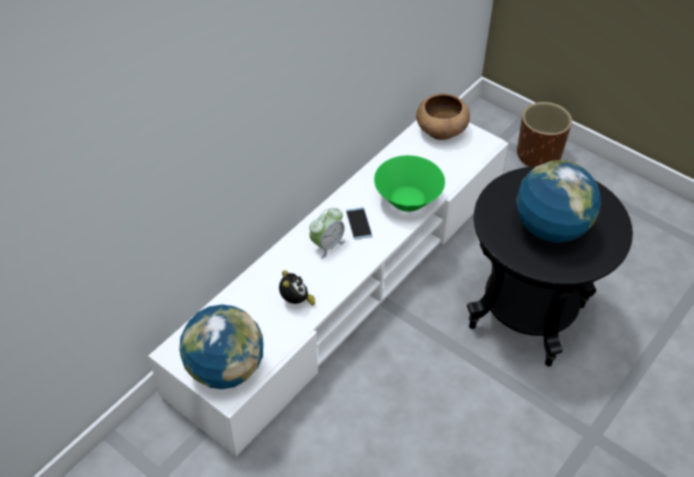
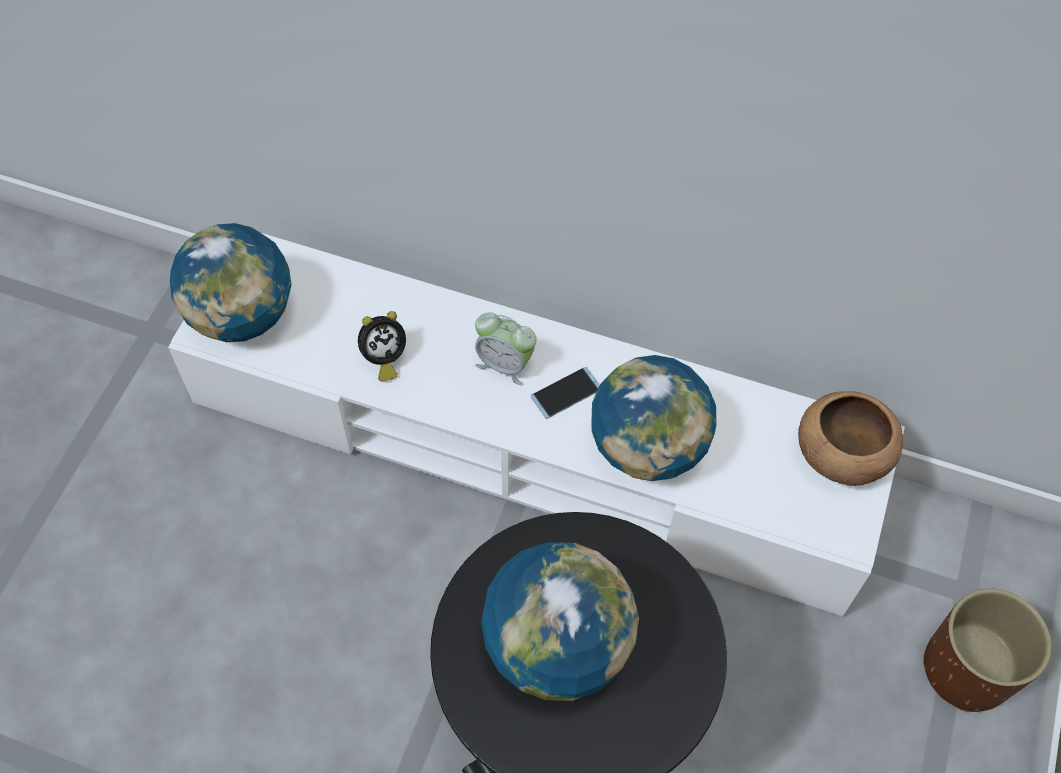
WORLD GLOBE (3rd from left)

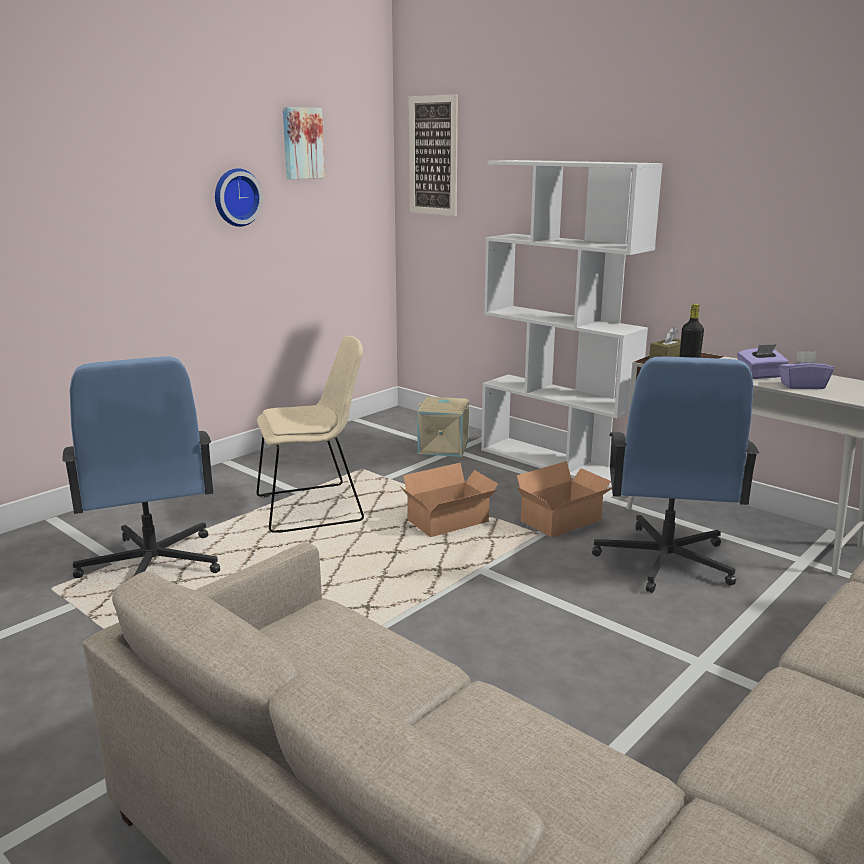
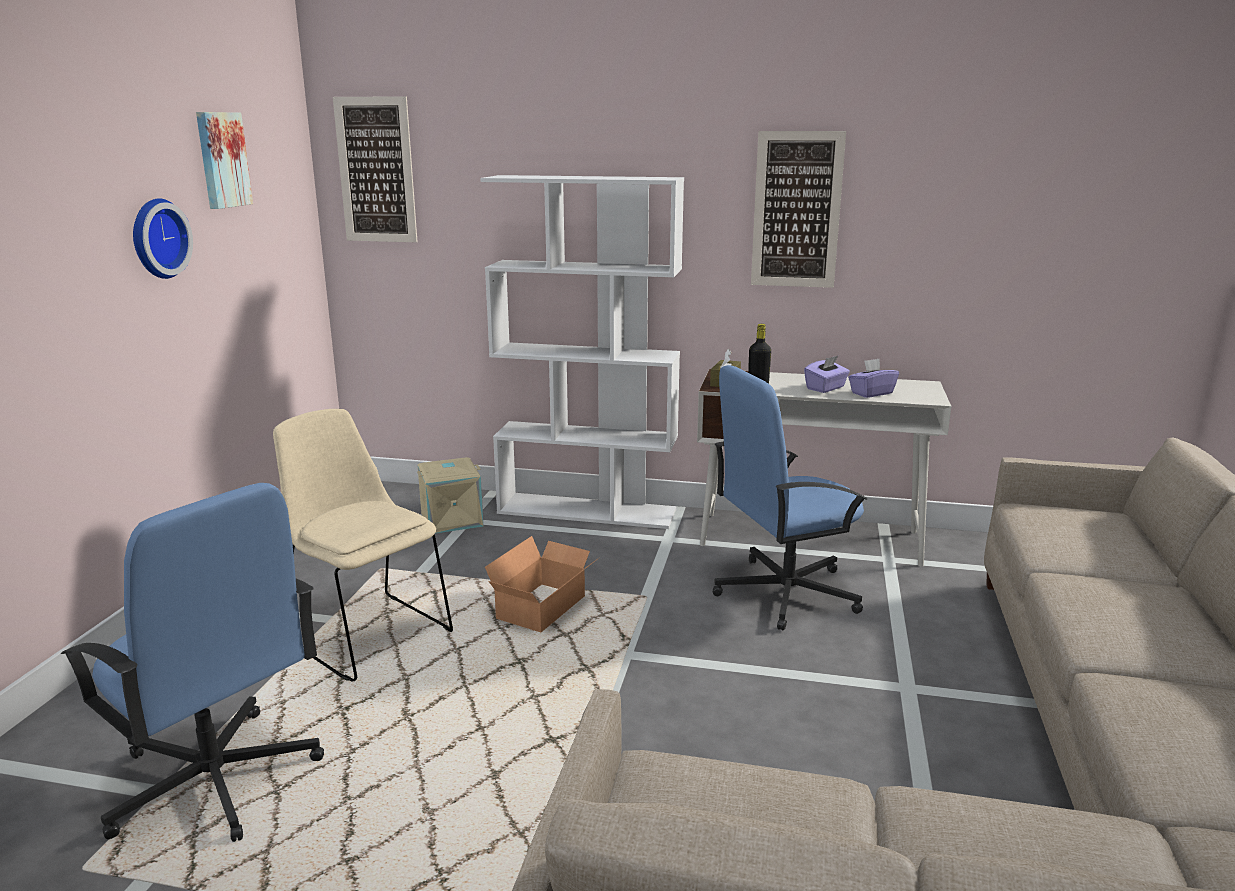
CARDBOARD BOX (2nd from left in the first image)
WALL PICTURE (3rd from left)
BEIGE-COLOURED UPRIGHT CHAIR
BLUE-COLOURED OFFICE CHAIR (2nd from left)

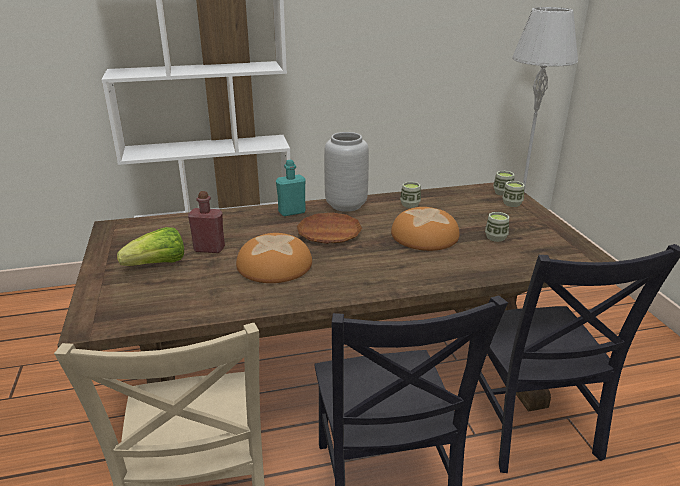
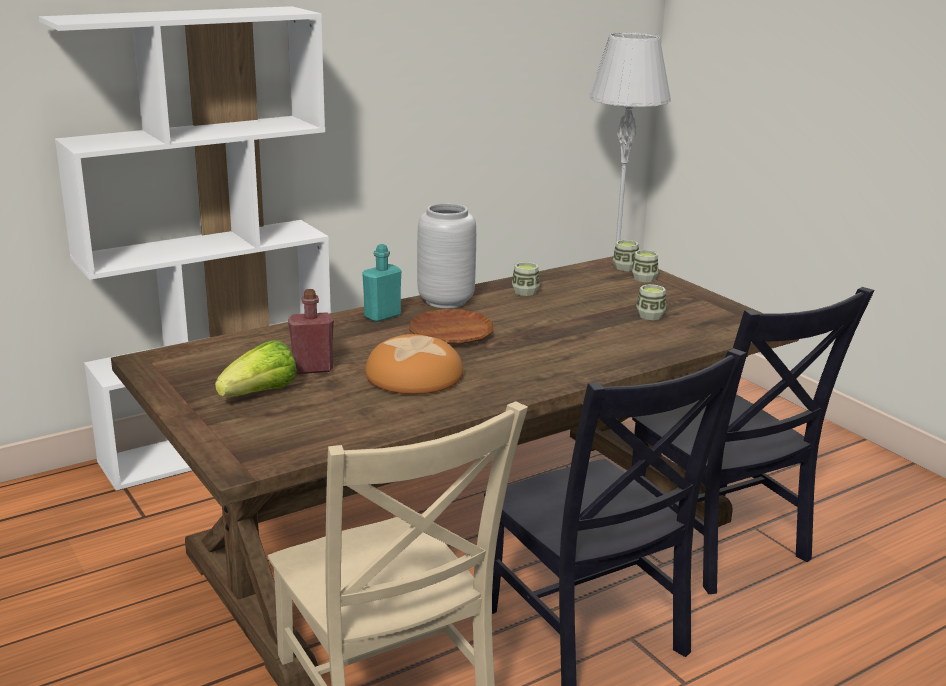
BREAD (2nd from left in the first image)

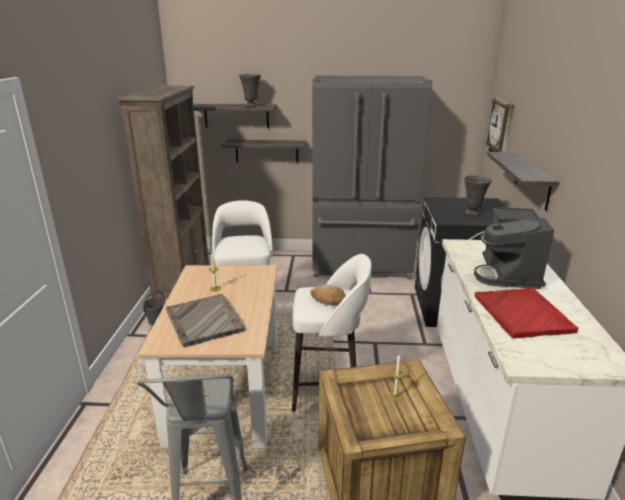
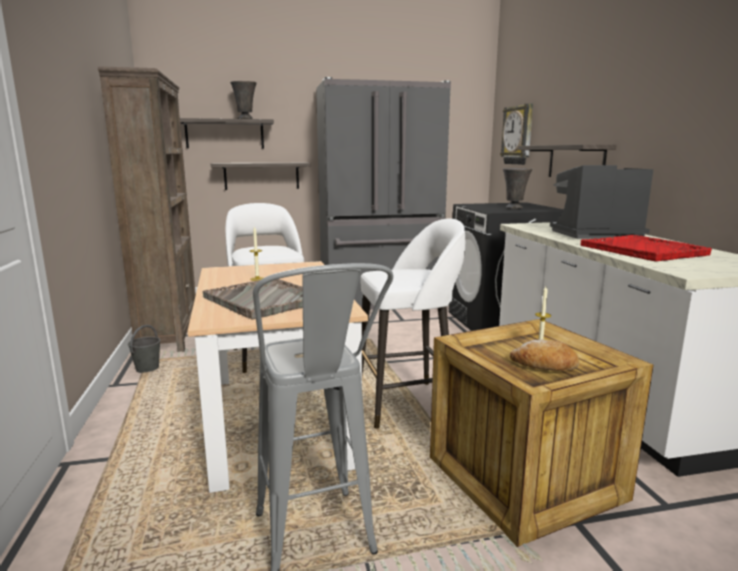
BREAD
COFFEE BREWER

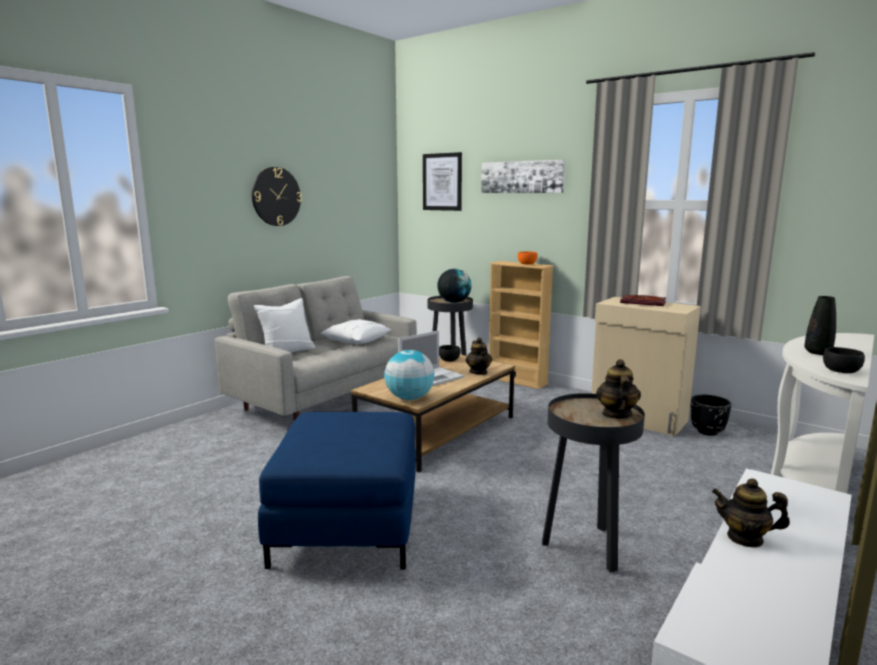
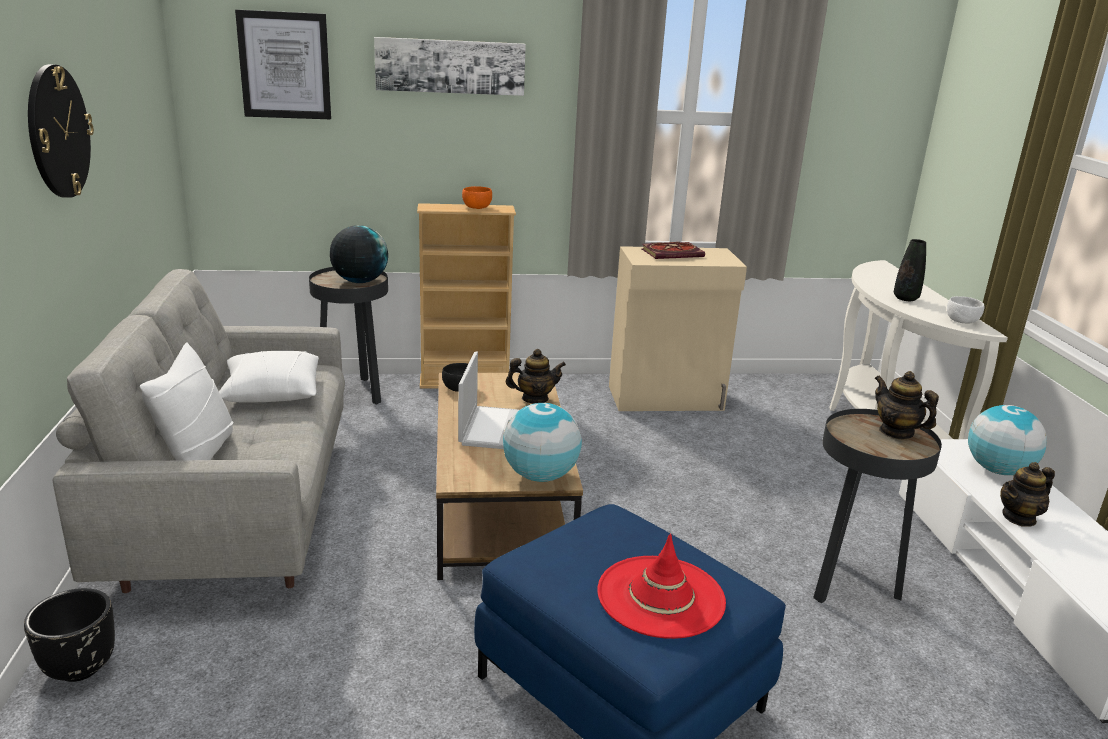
RED CLOTHING HAT
WORLD GLOBE (3rd from left)
BLACK-COLOURED PLANTER
WHITISH SERVING BOWL
TEAPOT (1st from left)

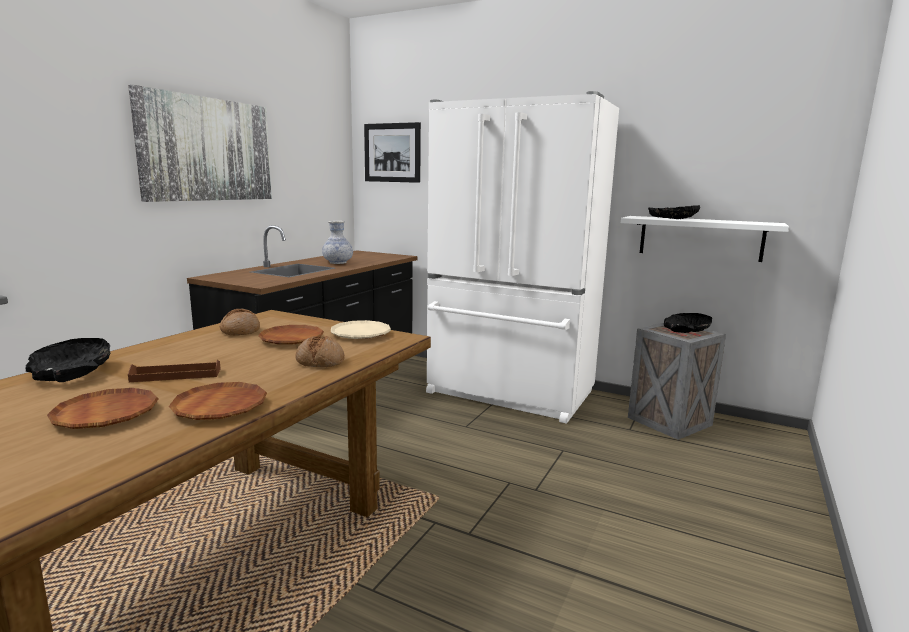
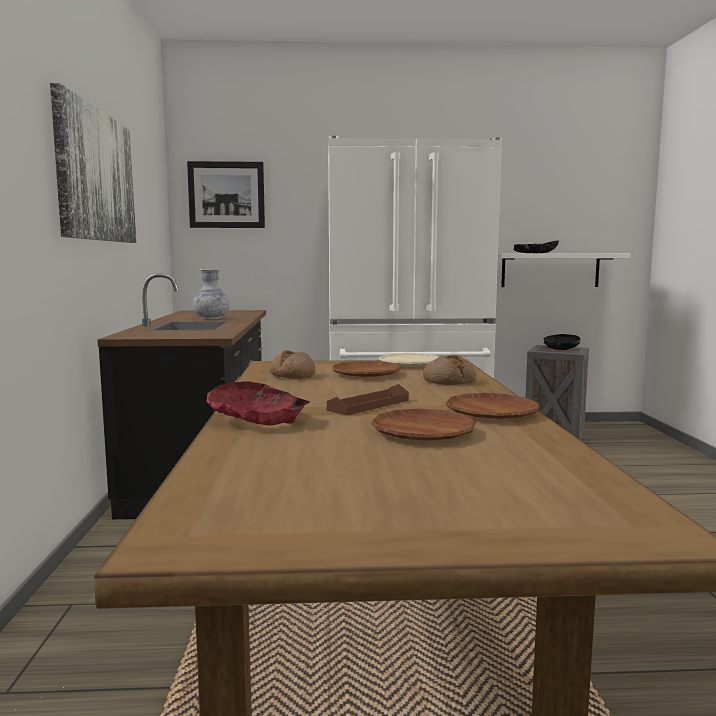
RED SERVING BOWL

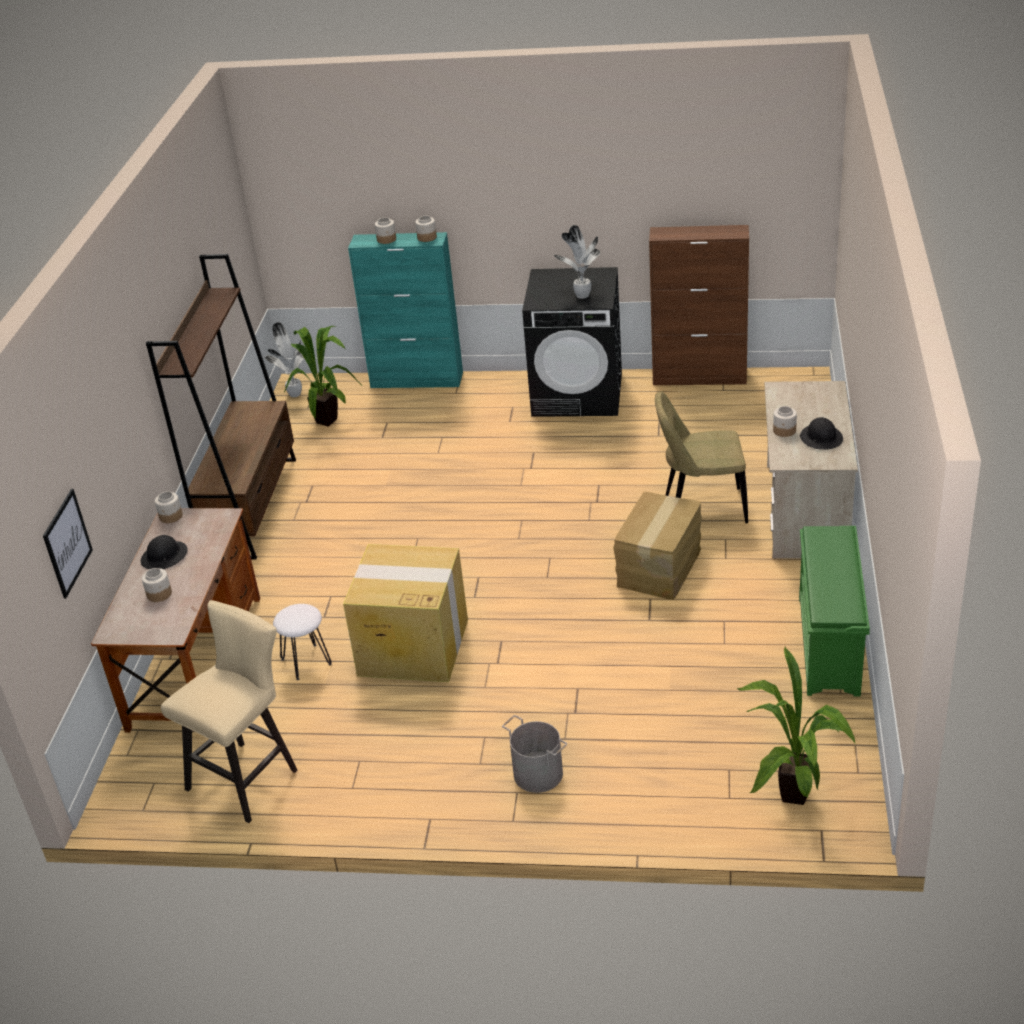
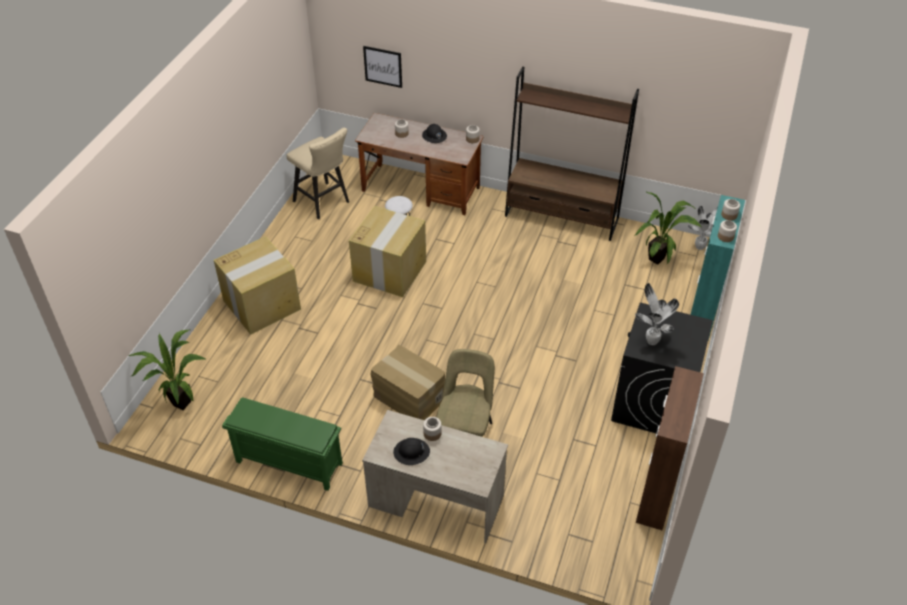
CARDBOARD BOX (1st from left)

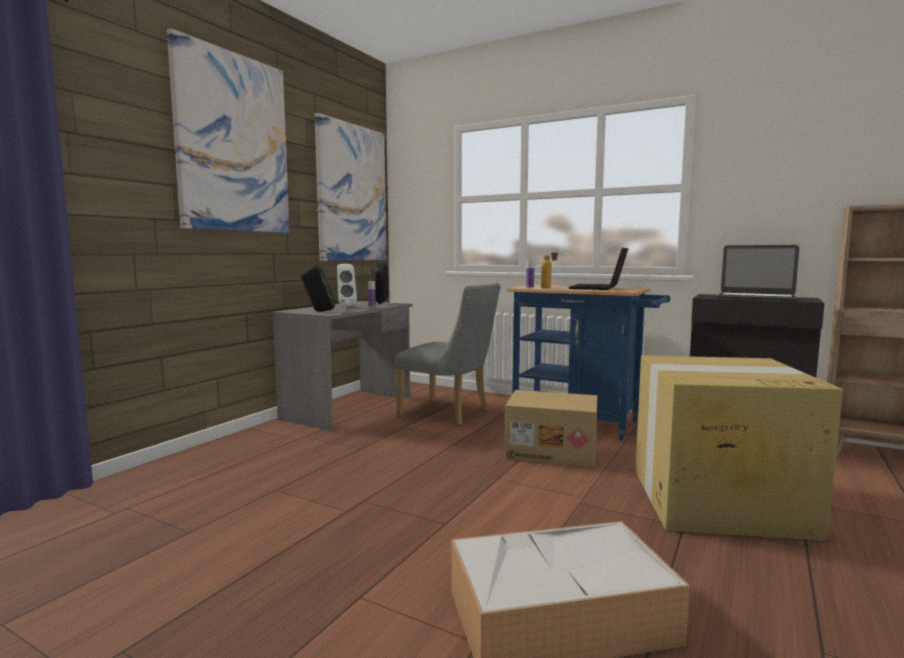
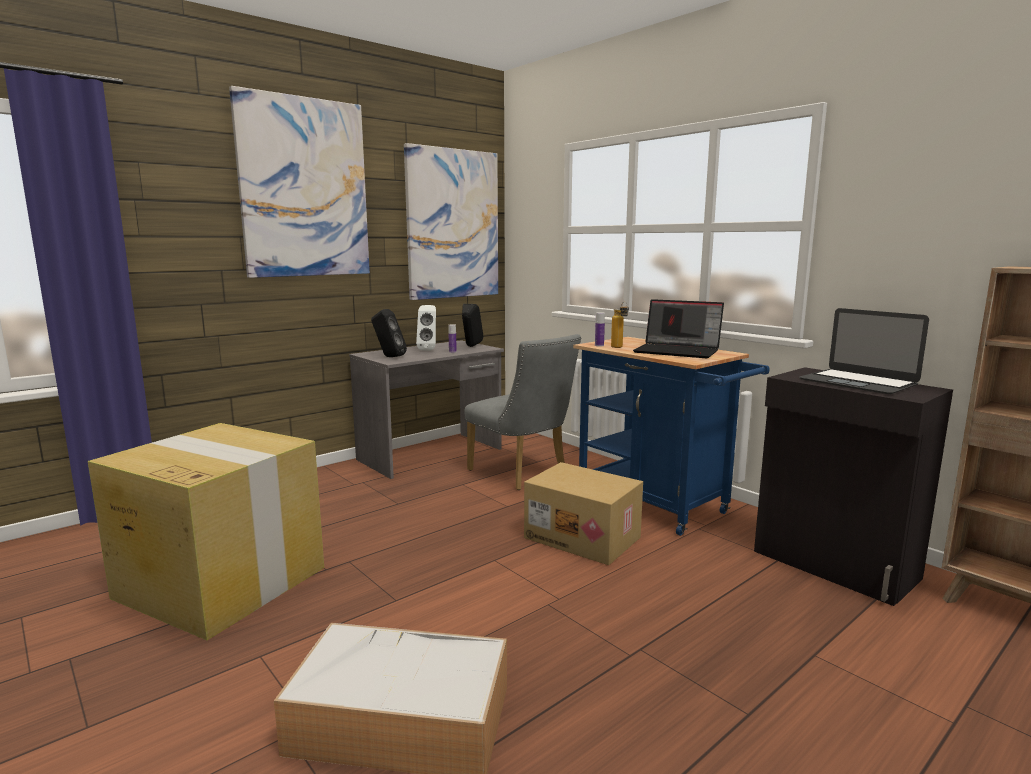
CARDBOARD BOX (1st from left)
NOTEBOOK COMPUTER (1st from left)

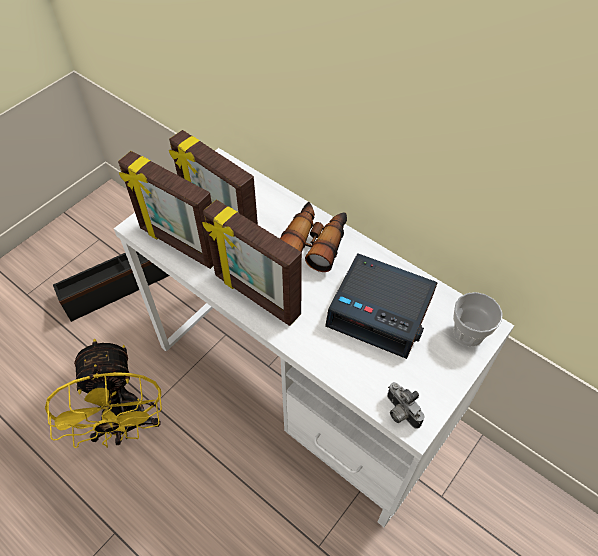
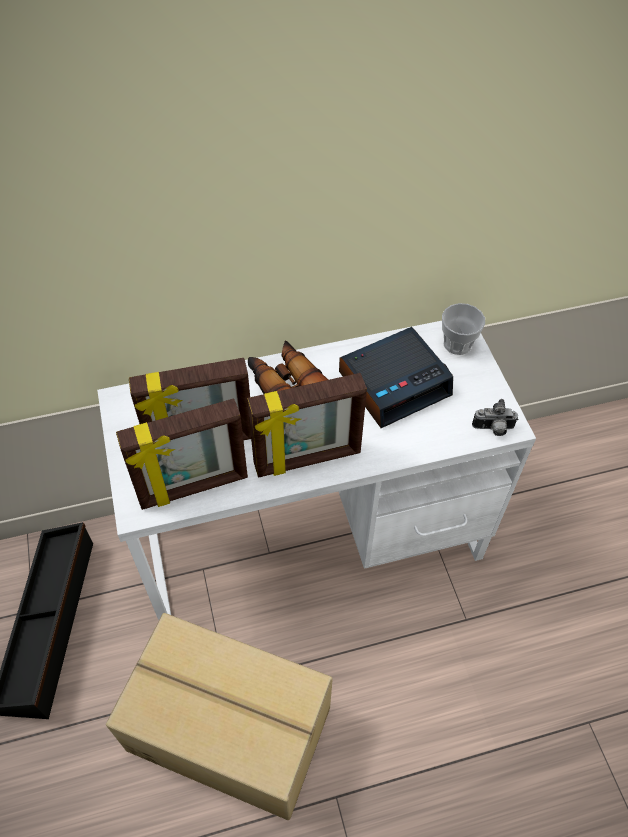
CARDBOARD BOX

